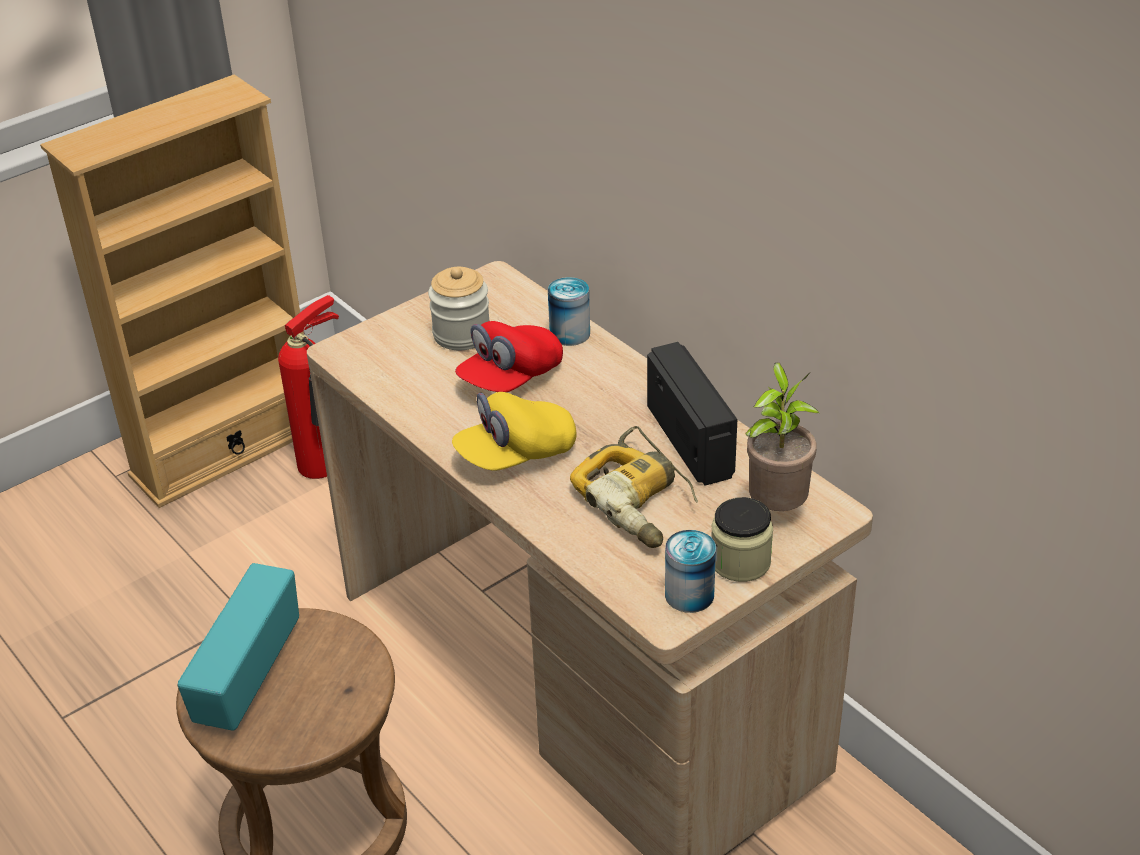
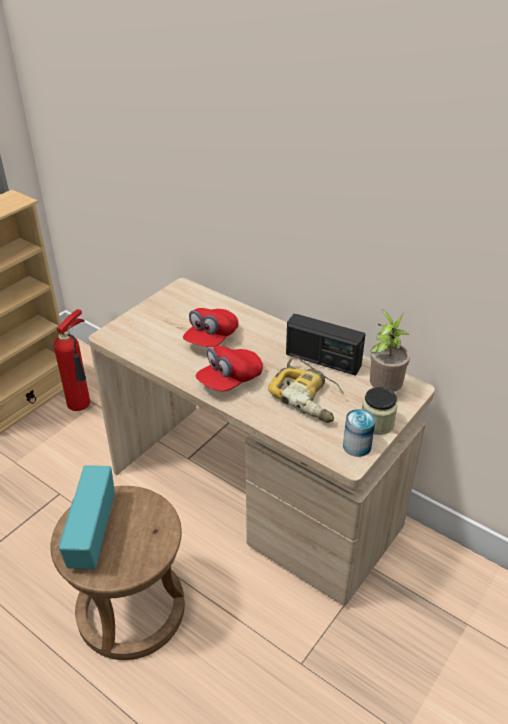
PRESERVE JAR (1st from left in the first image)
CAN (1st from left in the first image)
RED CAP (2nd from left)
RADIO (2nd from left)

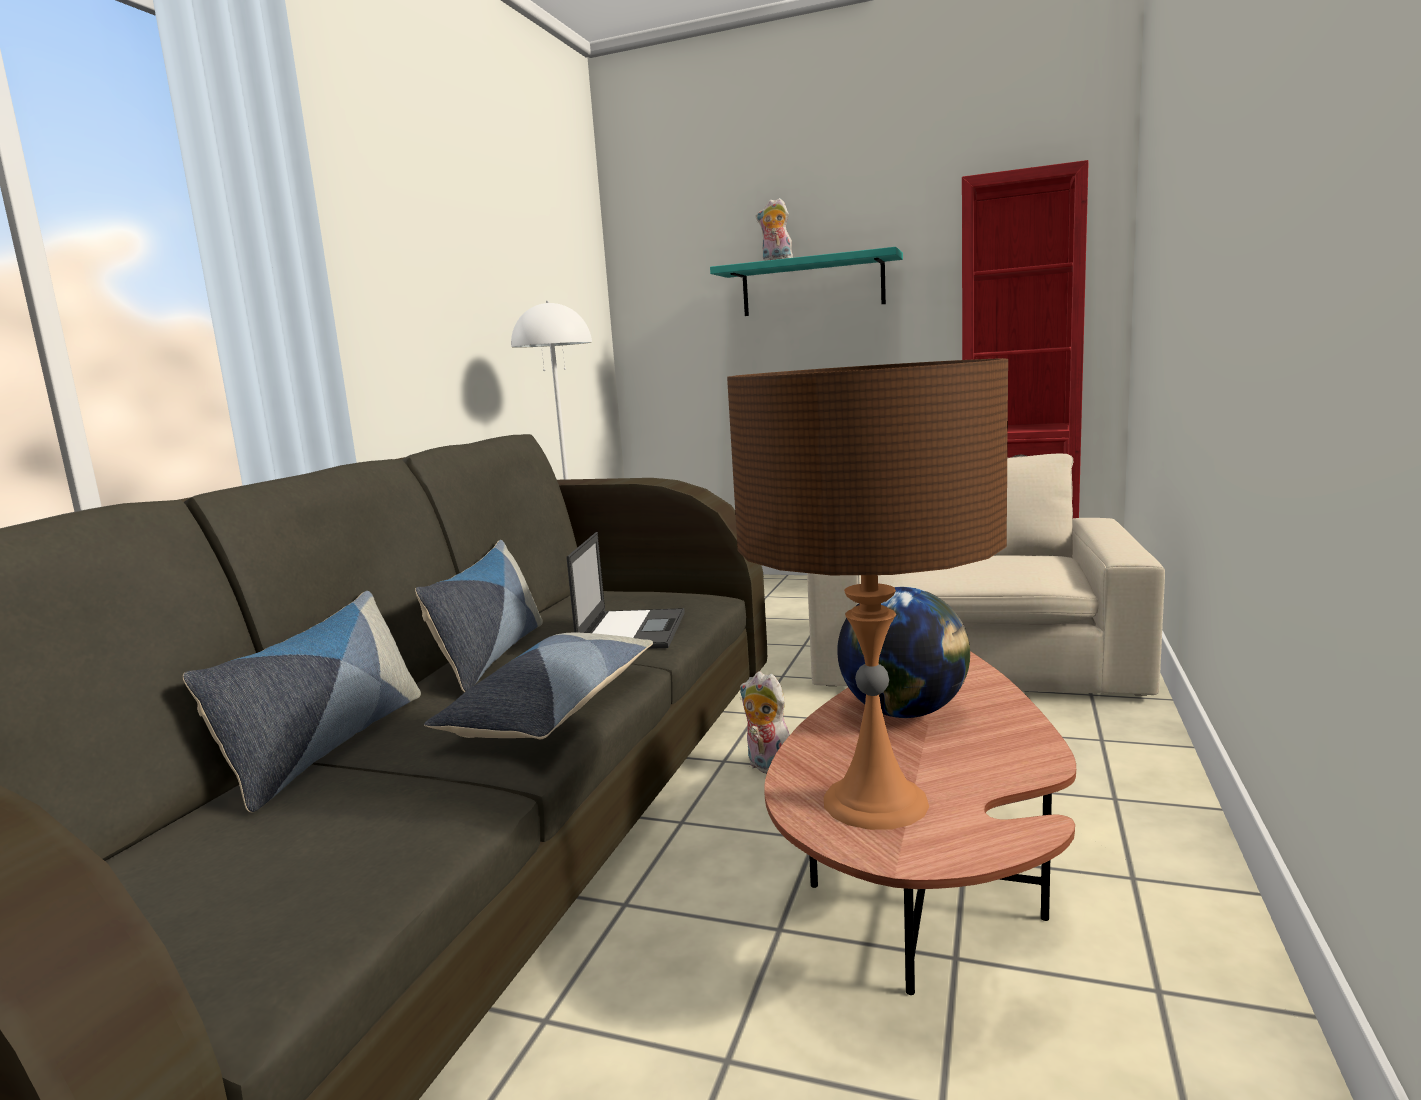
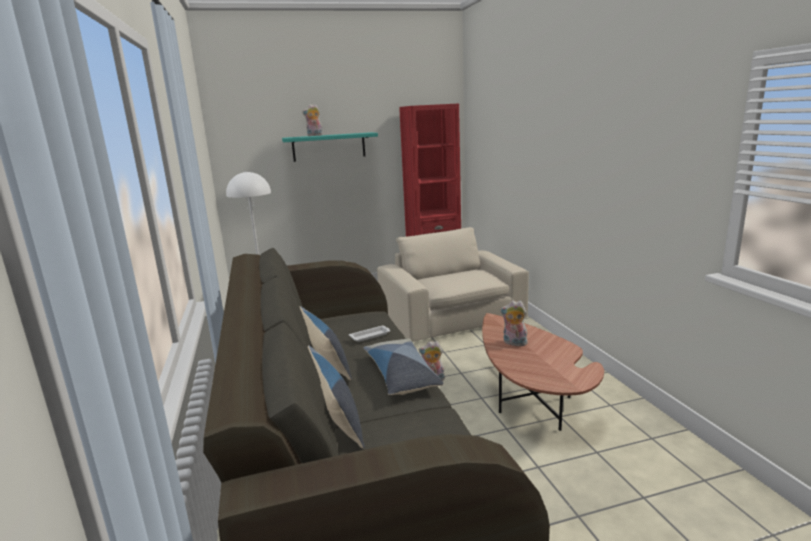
BROWN TABLE LAMP
WHITISH CARRYING TRAY
SOFT TOY (3rd from left)

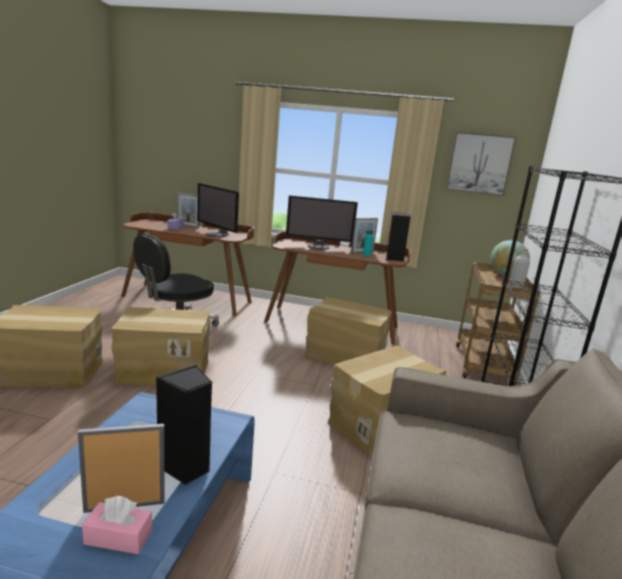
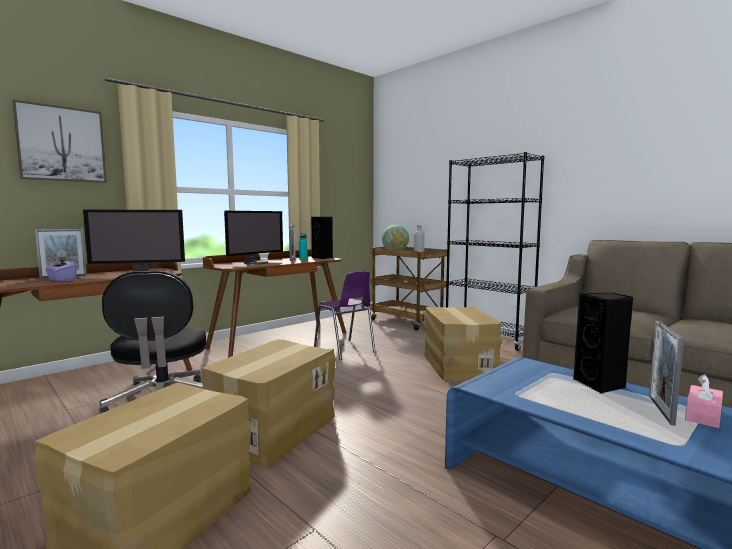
WALL PICTURE
PURPLE-COLOURED UPRIGHT CHAIR

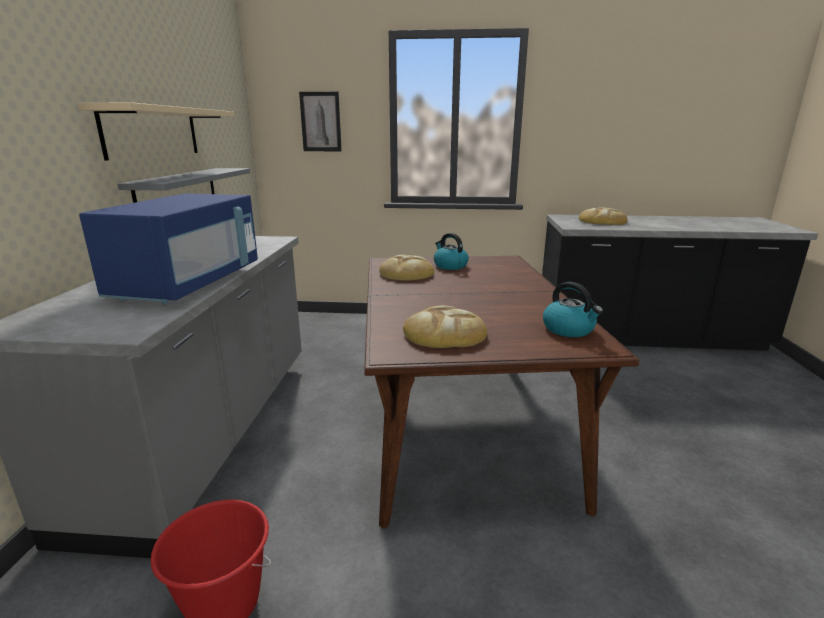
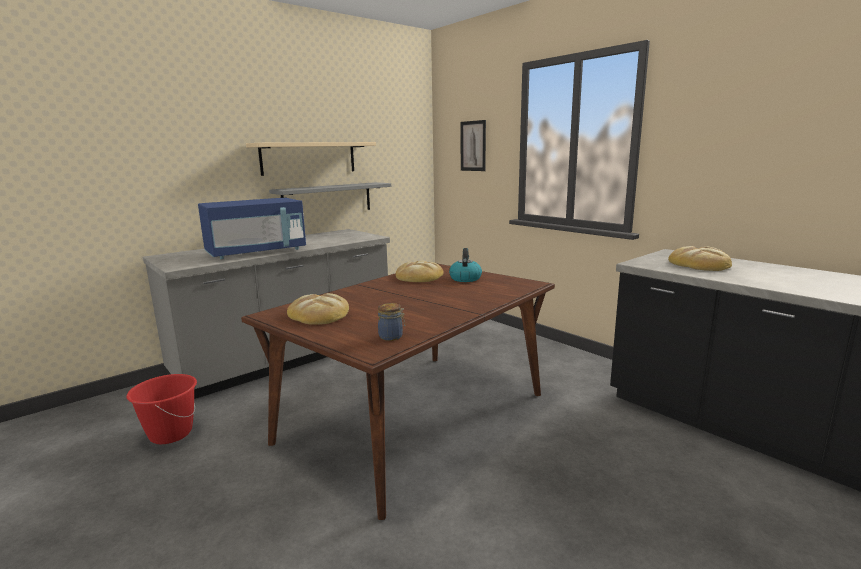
PRESERVE JAR

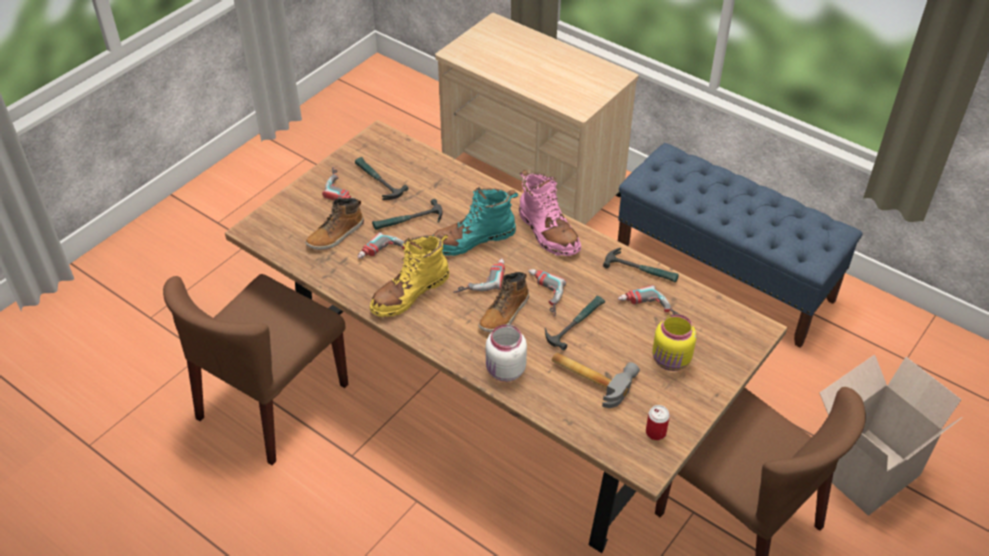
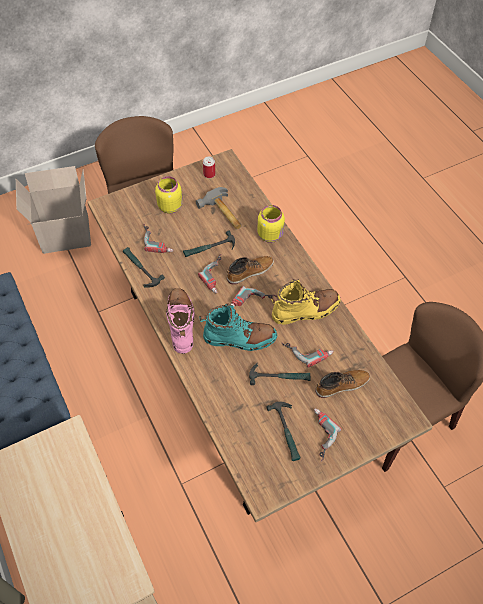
YELLOW-COLOURED PRESERVE JAR (2nd from left)

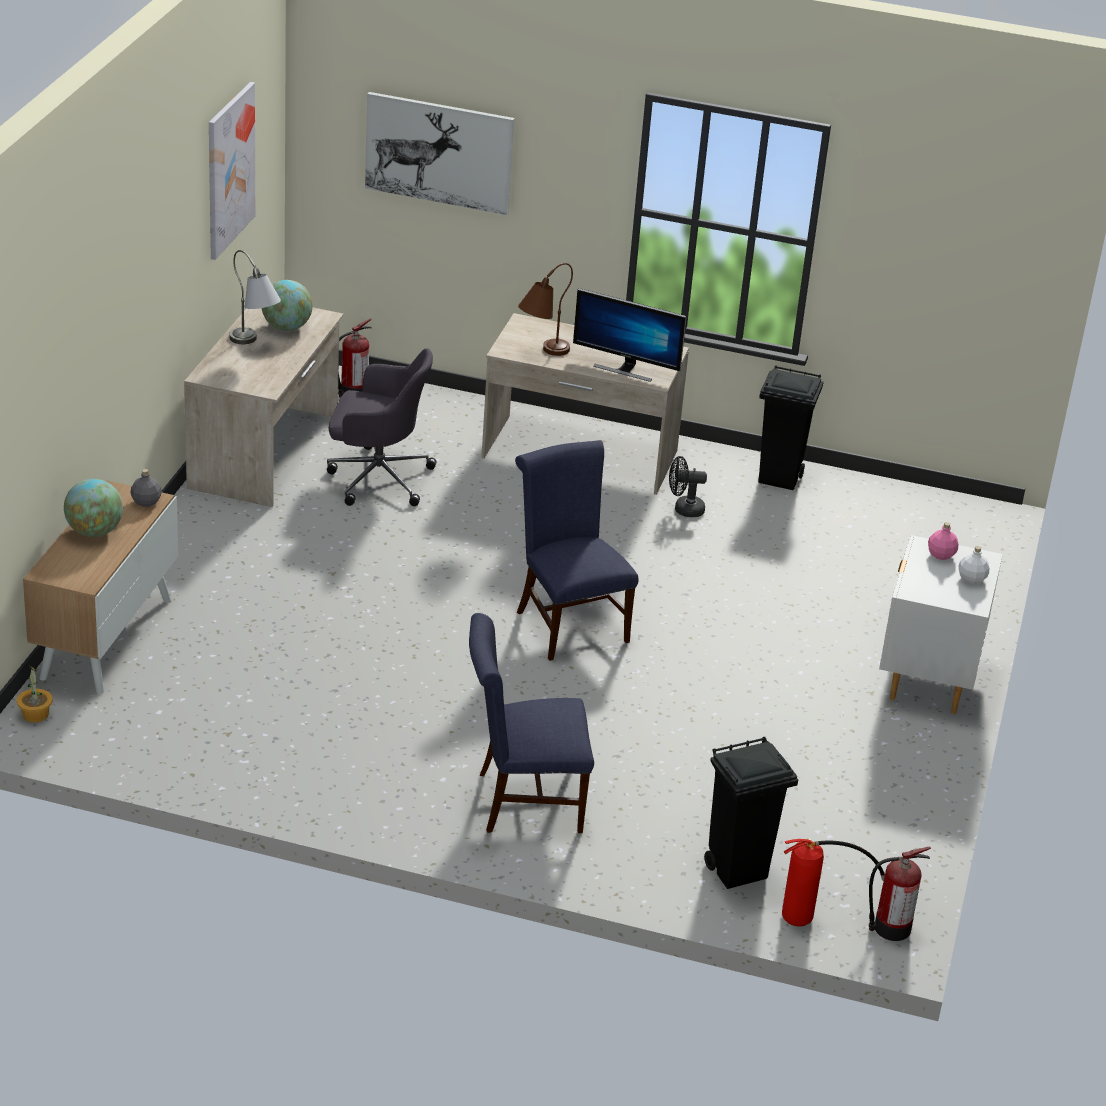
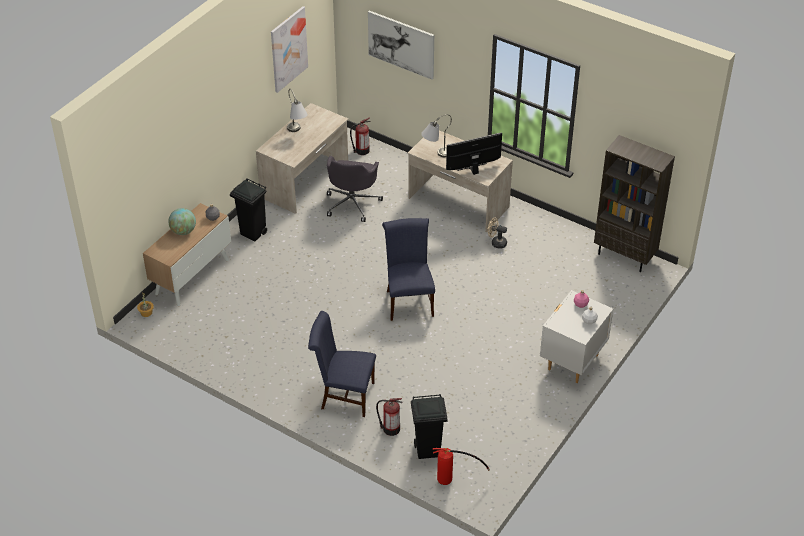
WORLD GLOBE (2nd from left in the first image)
BROWN BOOKCASE
BLACK-COLOURED RUBBISH BIN (1st from left)
FIRE-FIGHTING CYLINDER (2nd from left)
GRAY TABLE LAMP (2nd from left)
BEIGE-COLOURED FAN
GRAY OFFICE CHAIR
COMPUTER DISPLAY

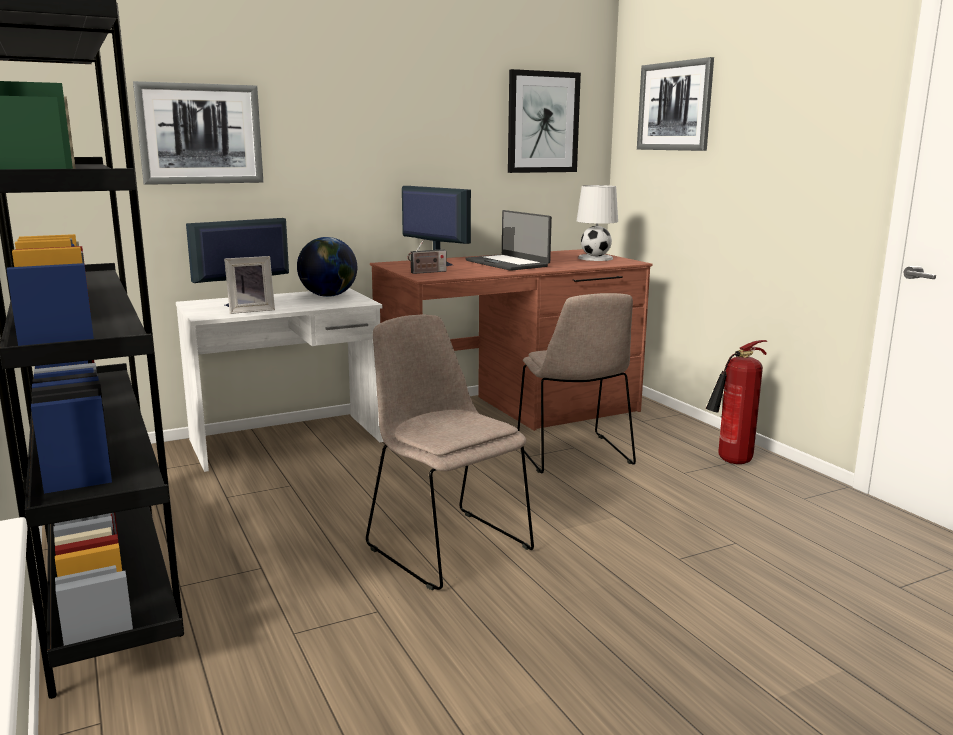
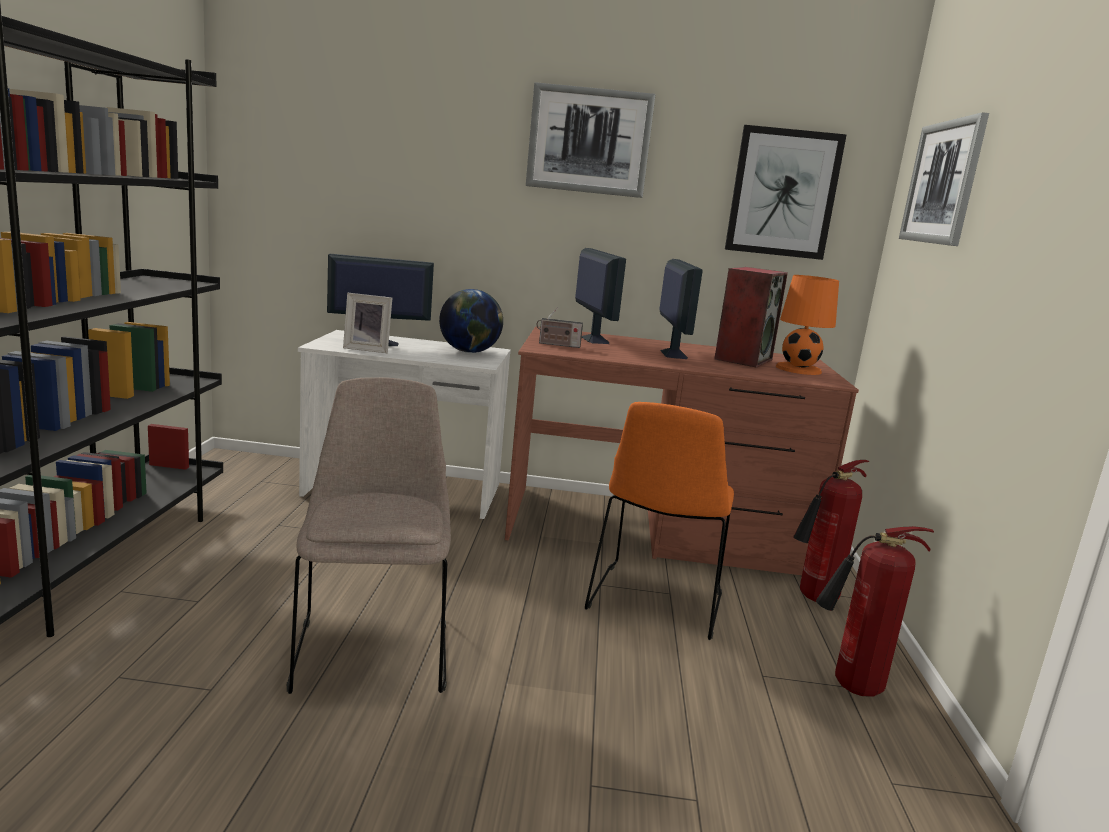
LOUDSPEAKER
FIRE-FIGHTING CYLINDER (1st from left)
WALL PICTURE (1st from left)
COMPUTER DISPLAY (3rd from left)
ORANGEY UPRIGHT CHAIR
ORANGEY TABLE LAMP

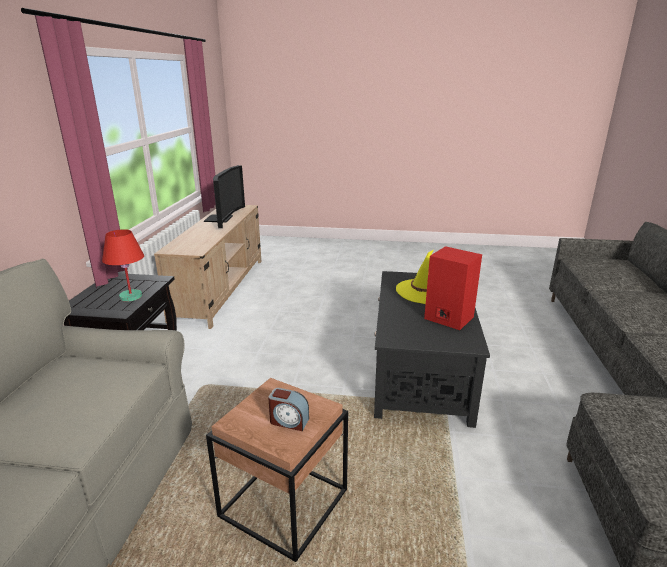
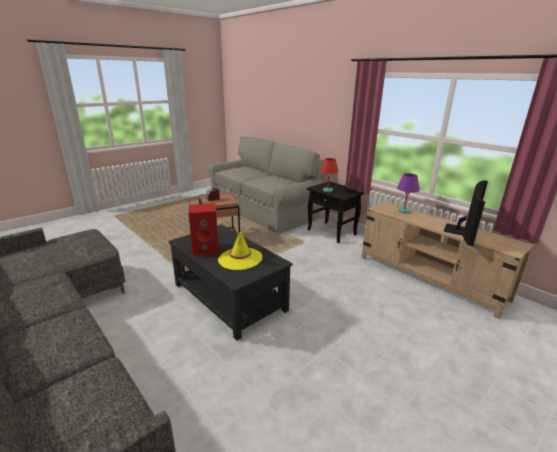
PURPLE-COLOURED TABLE LAMP
TELEVISION

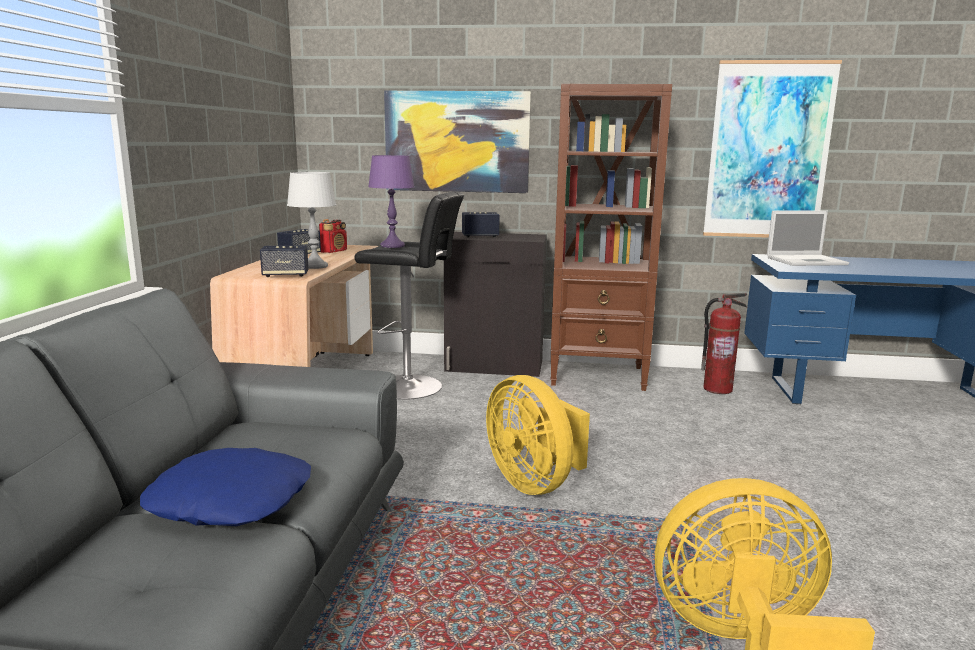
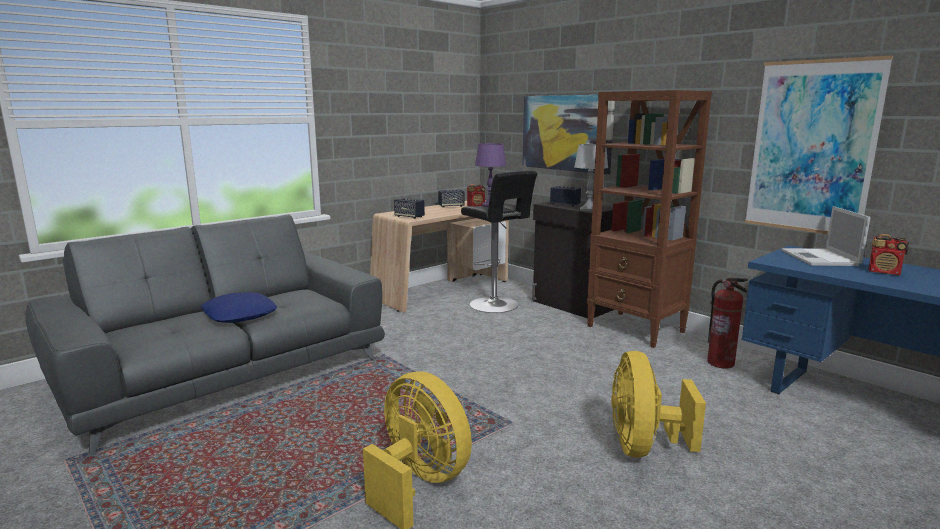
RADIO (2nd from left)
GRAY TABLE LAMP
YELLOW-COLOURED FAN (2nd from left)
NOTEBOOK COMPUTER

